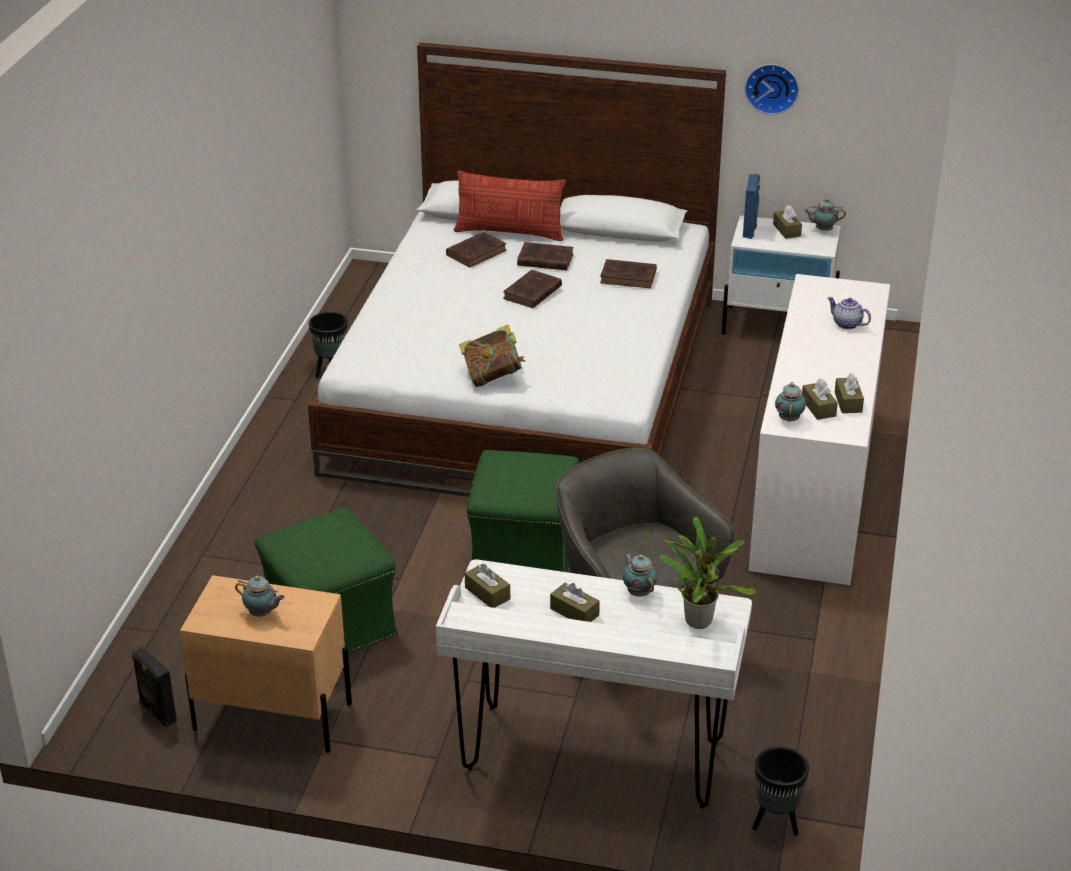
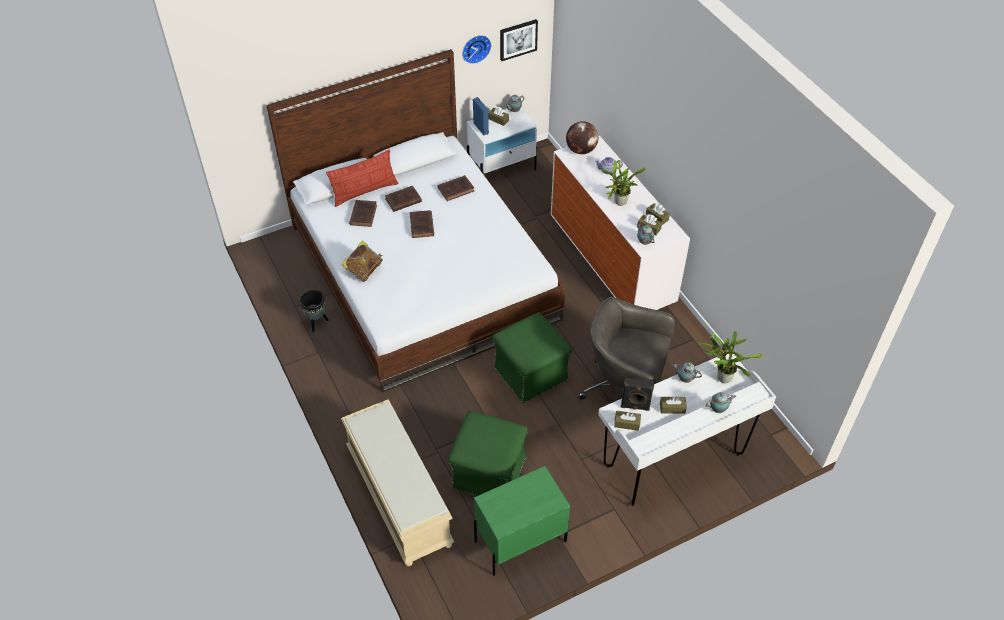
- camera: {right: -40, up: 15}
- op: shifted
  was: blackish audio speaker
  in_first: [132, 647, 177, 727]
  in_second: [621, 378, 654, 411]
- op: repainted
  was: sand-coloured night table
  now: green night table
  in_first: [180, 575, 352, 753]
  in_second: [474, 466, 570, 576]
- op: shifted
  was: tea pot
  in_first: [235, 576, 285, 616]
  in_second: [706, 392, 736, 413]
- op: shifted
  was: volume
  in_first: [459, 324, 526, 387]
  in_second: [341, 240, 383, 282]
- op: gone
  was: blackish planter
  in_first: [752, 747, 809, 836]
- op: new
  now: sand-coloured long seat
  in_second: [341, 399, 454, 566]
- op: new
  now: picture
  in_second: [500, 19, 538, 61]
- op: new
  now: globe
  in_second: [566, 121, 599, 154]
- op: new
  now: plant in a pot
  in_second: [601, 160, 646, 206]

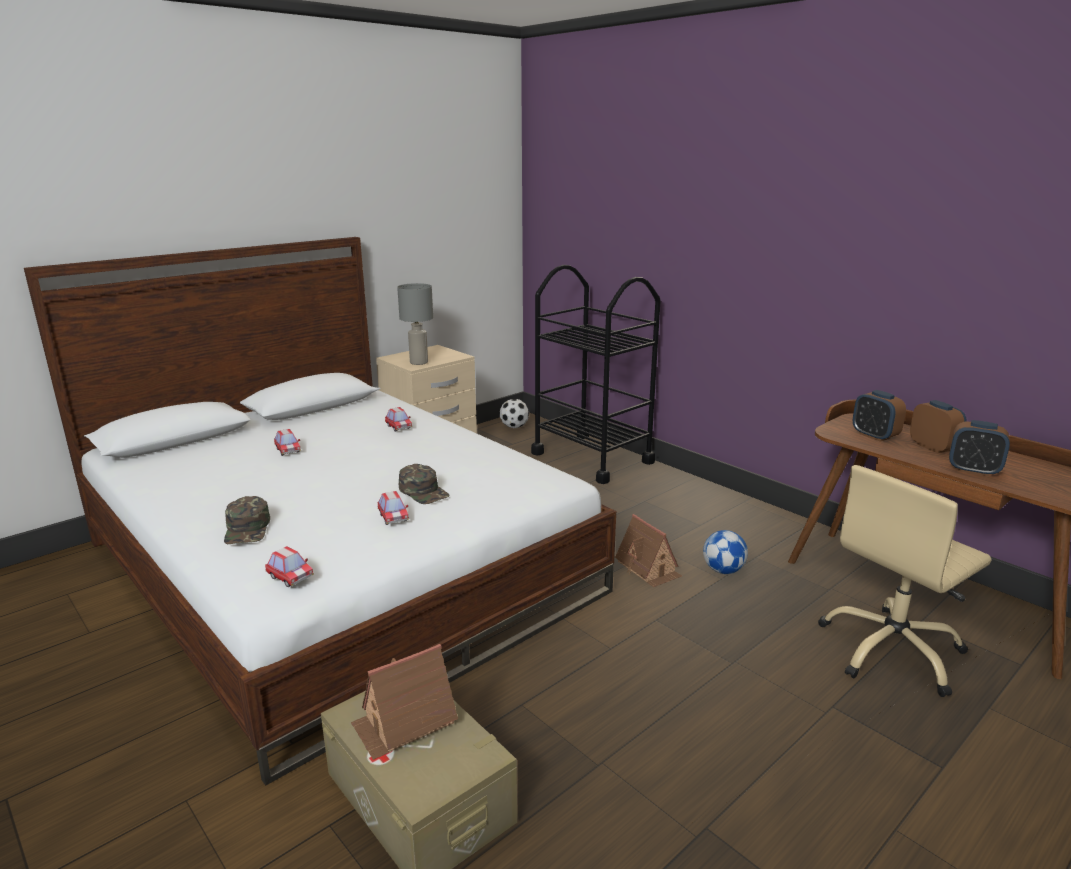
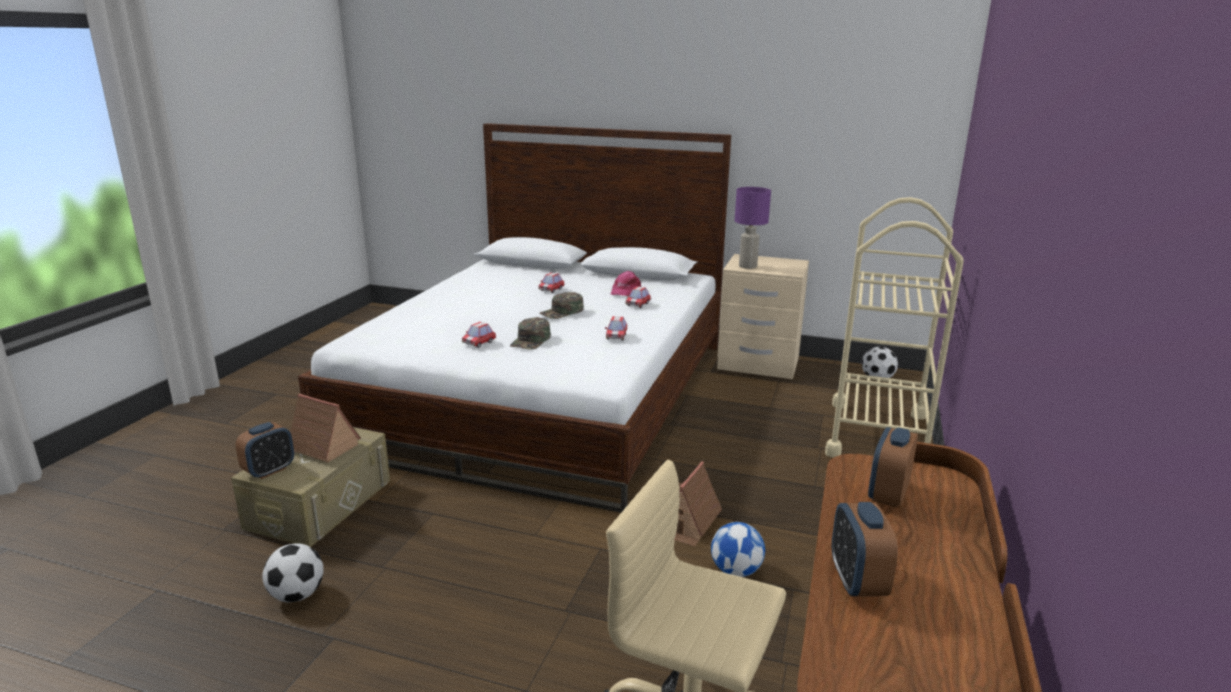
- camera: {right: 60, up: 0}
- op: shifted
  was: green baseball cap
  in_first: [224, 496, 270, 544]
  in_second: [539, 292, 584, 319]
- op: shifted
  was: miniature car
  in_first: [265, 546, 314, 587]
  in_second: [605, 316, 627, 340]
- op: repainted
  was: greyish table lamp
  now: purple table lamp
  in_first: [397, 283, 433, 365]
  in_second: [735, 187, 771, 269]
- op: repainted
  was: blackish wheeled cart
  now: sand-coloured wheeled cart
  in_first: [531, 265, 661, 484]
  in_second: [825, 197, 964, 458]
- op: shifted
  was: table clock
  in_first: [910, 400, 967, 453]
  in_second: [235, 422, 294, 479]
- op: new
  now: football
  in_second: [262, 543, 324, 602]
- op: new
  now: pink baseball cap
  in_second: [611, 271, 641, 296]

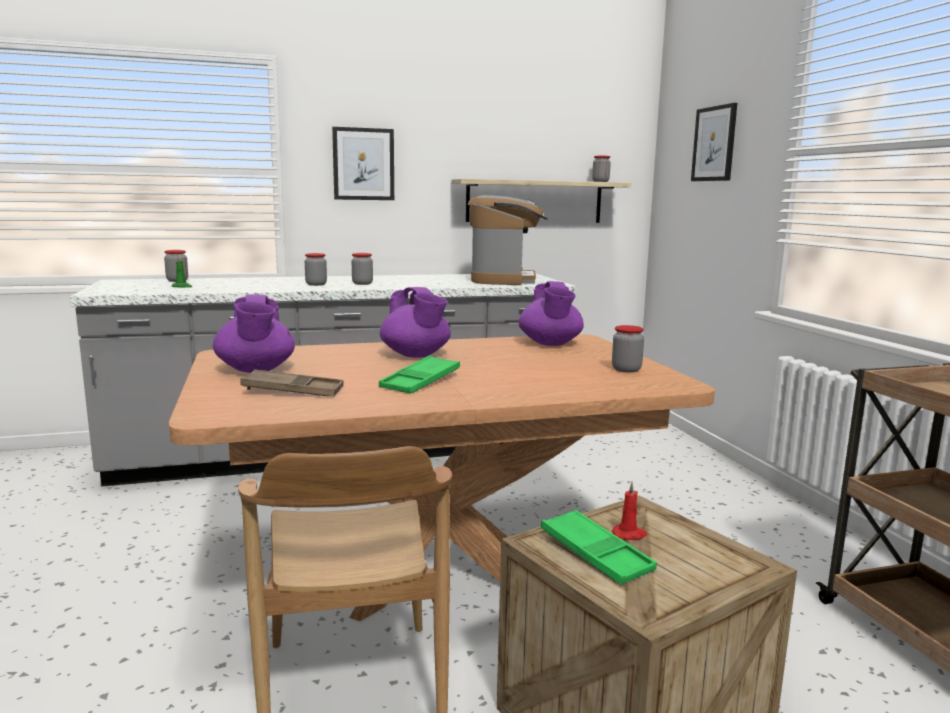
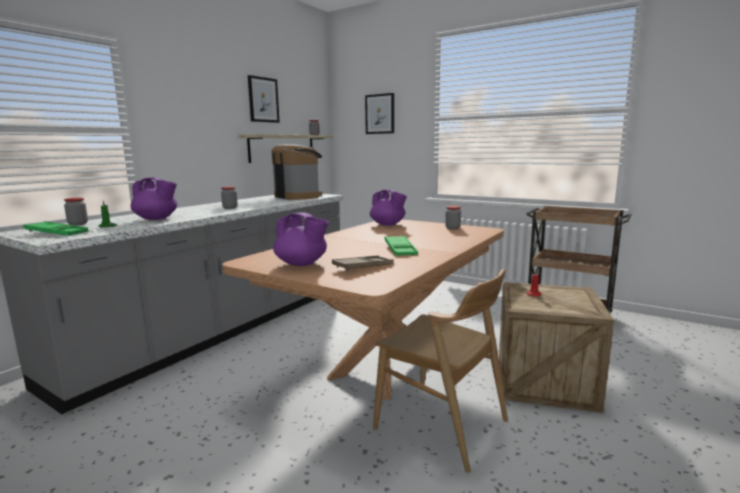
- camera: {right: -40, up: 0}
- op: gone
  was: storage jar
  in_first: [305, 253, 327, 286]
- op: shifted
  was: picture
  in_first: [332, 127, 394, 200]
  in_second: [248, 75, 280, 123]
- op: shifted
  was: purple tea pot
  in_first: [380, 287, 451, 358]
  in_second: [130, 178, 177, 220]
- op: shifted
  was: green carrying tray
  in_first: [541, 510, 657, 585]
  in_second: [23, 221, 88, 236]

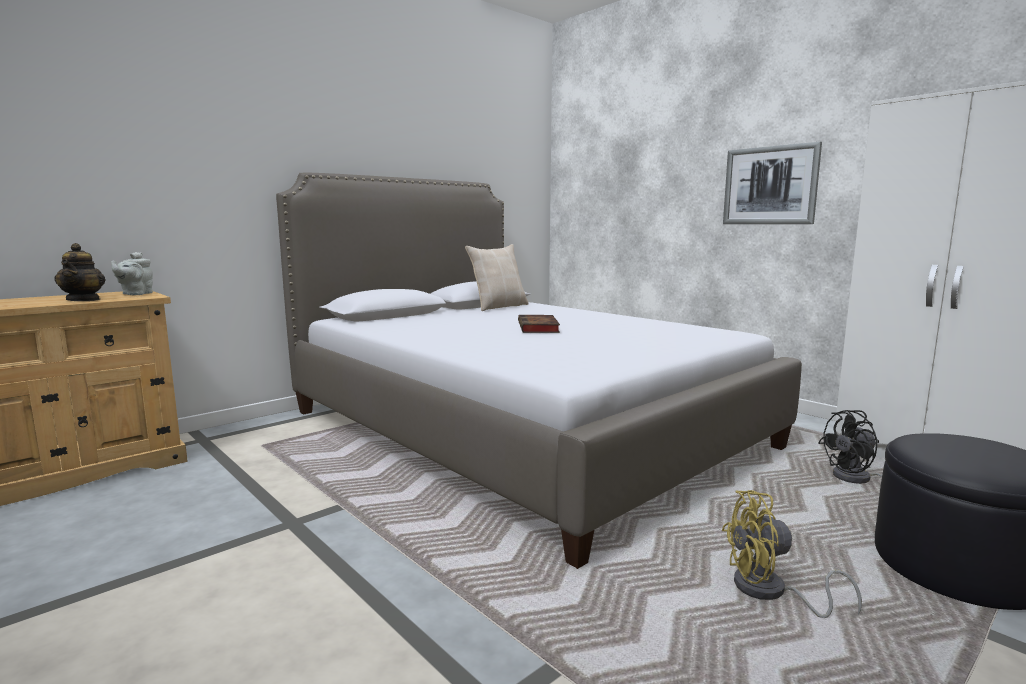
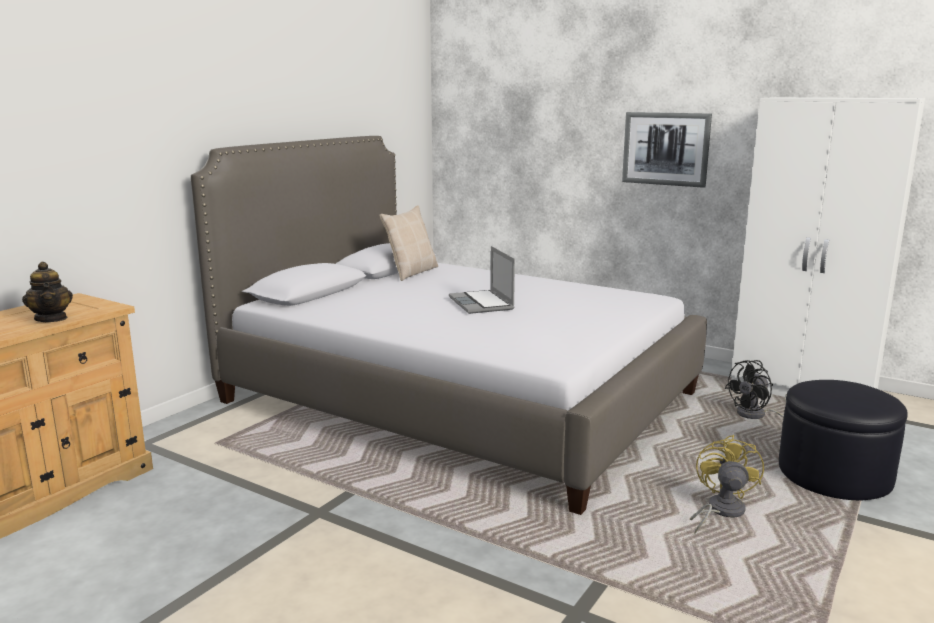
- camera: {right: -15, up: 5}
- op: gone
  was: greyish tea pot
  in_first: [111, 252, 153, 295]
- op: swapped
  was: volume
  now: portable computer
  in_first: [518, 315, 560, 333]
  in_second: [449, 246, 515, 314]
- op: rotated
  was: yellow cooling fan
  in_first: [722, 490, 862, 618]
  in_second: [690, 435, 764, 534]
  clockwise: 120

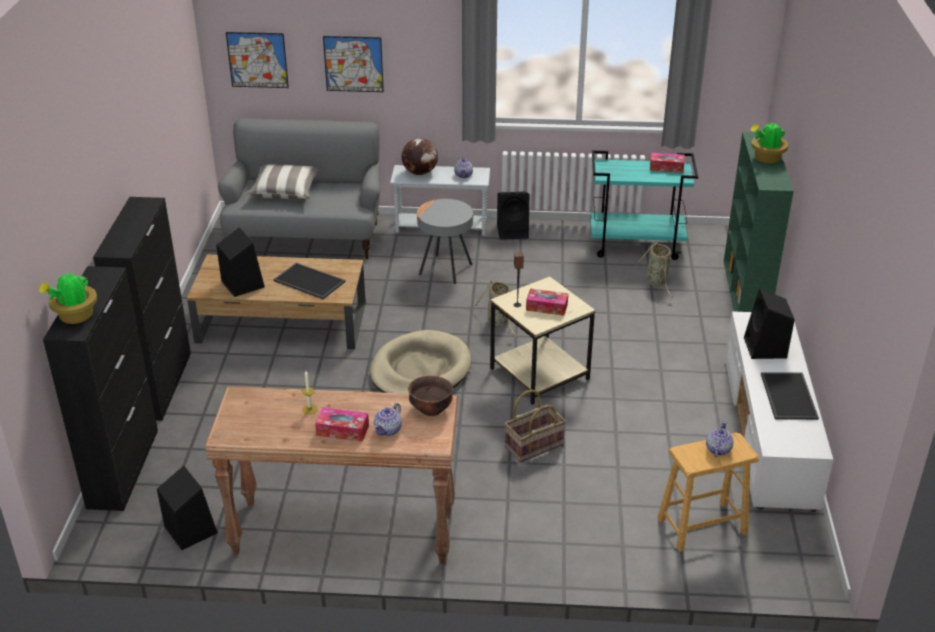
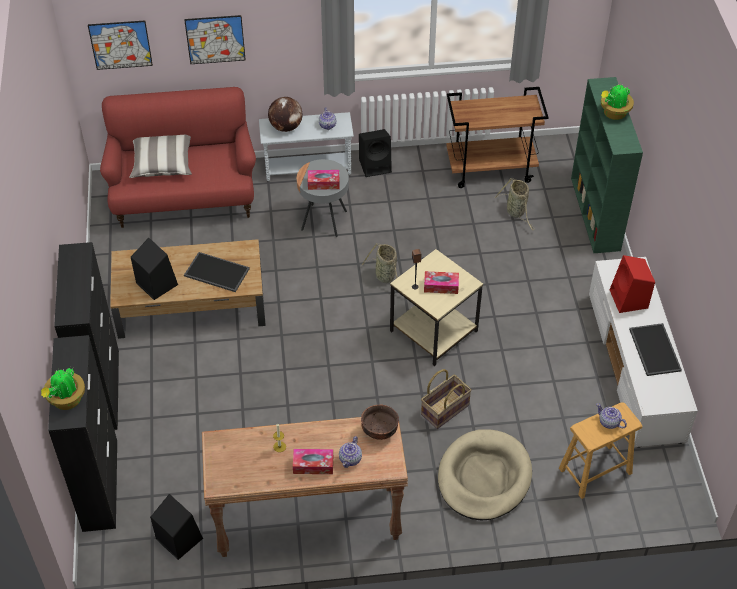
- camera: {right: -10, up: 15}
- op: repainted
  was: greyish couch
  now: red couch
  in_first: [218, 119, 380, 260]
  in_second: [100, 87, 256, 228]
- op: shifted
  was: sand-coloured pet bed
  in_first: [370, 330, 471, 394]
  in_second: [438, 429, 532, 520]
- op: repainted
  was: turquoise wheeled cart
  now: brown-coloured wheeled cart
  in_first: [590, 150, 698, 260]
  in_second: [446, 87, 549, 188]
- op: shifted
  was: tissue holder
  in_first: [650, 152, 684, 173]
  in_second: [308, 170, 340, 190]
- op: rotated
  was: tea pot
  in_first: [706, 421, 733, 457]
  in_second: [596, 403, 627, 429]
  clockwise: -60
- op: repainted
  was: blackish audio speaker
  now: red audio speaker
  in_first: [744, 288, 795, 359]
  in_second: [610, 255, 655, 313]

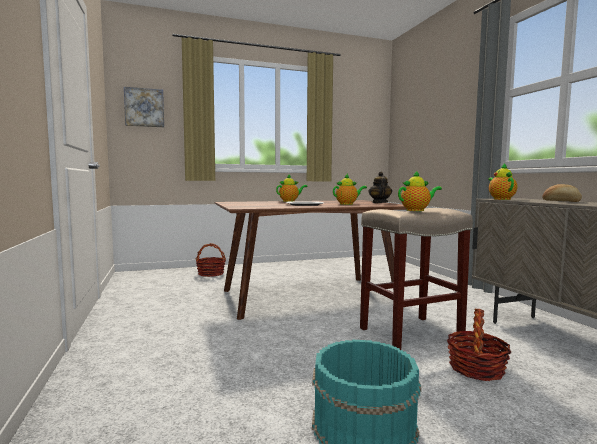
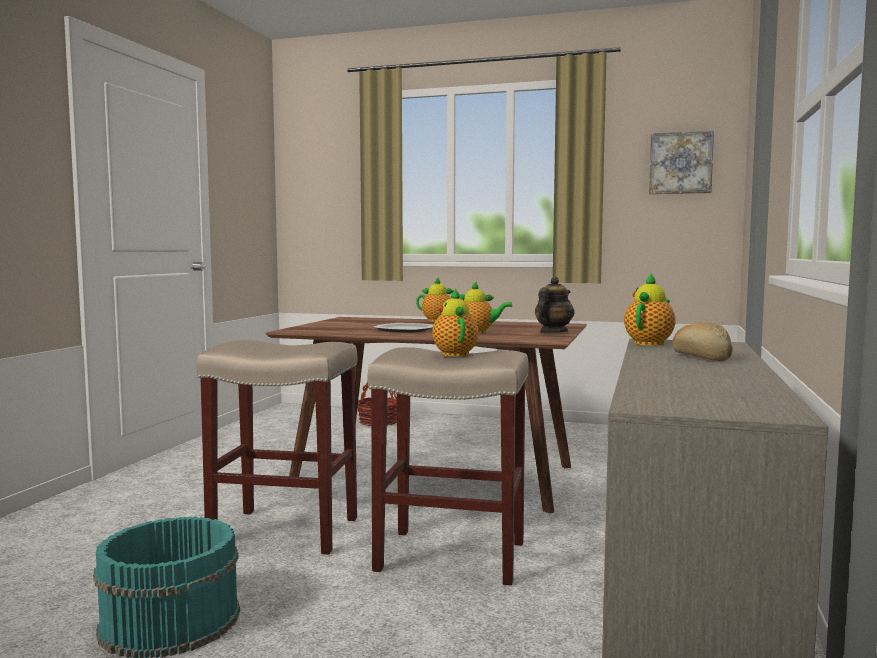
- camera: {right: 35, up: 0}
- op: shifted
  was: picture
  in_first: [124, 87, 164, 127]
  in_second: [649, 131, 714, 194]
- op: rotated
  was: tea pot
  in_first: [398, 170, 442, 211]
  in_second: [432, 288, 479, 357]
  clockwise: -120
- op: gone
  was: household basket
  in_first: [447, 309, 511, 381]
- op: new
  now: sand-coloured stool
  in_second: [197, 340, 357, 555]

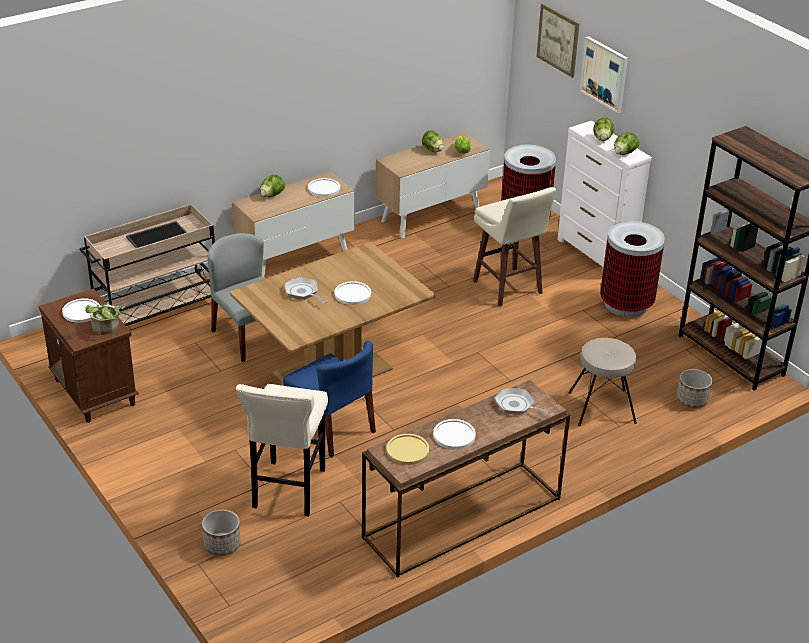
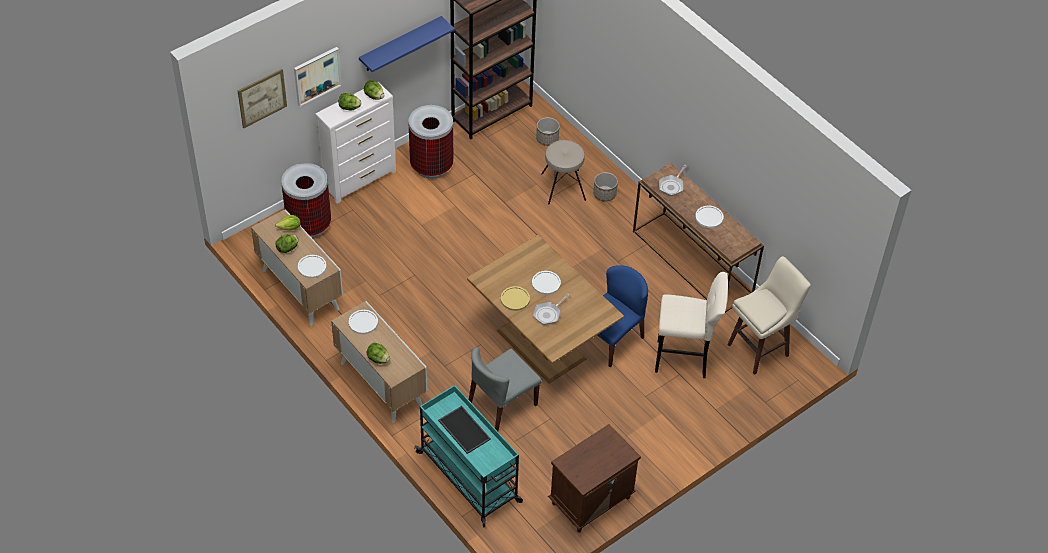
- camera: {right: -95, up: 15}
- op: shifted
  was: white dinner plate
  in_first: [62, 298, 100, 323]
  in_second: [298, 255, 327, 278]
- op: repainted
  was: sand-coloured wheeled cart
  now: turquoise wheeled cart
  in_first: [79, 204, 215, 326]
  in_second: [414, 385, 523, 528]
- op: gone
  was: plant in a pot
  in_first: [85, 303, 125, 335]
- op: shifted
  was: planter
  in_first: [202, 510, 241, 556]
  in_second: [593, 172, 618, 202]
- op: shifted
  was: yellow dinner plate
  in_first: [386, 434, 429, 465]
  in_second: [501, 286, 530, 311]
- op: shifted
  was: sand-coloured stool
  in_first: [473, 187, 556, 306]
  in_second: [727, 256, 811, 375]
- op: new
  now: bluish shelf
  in_second: [359, 16, 455, 72]

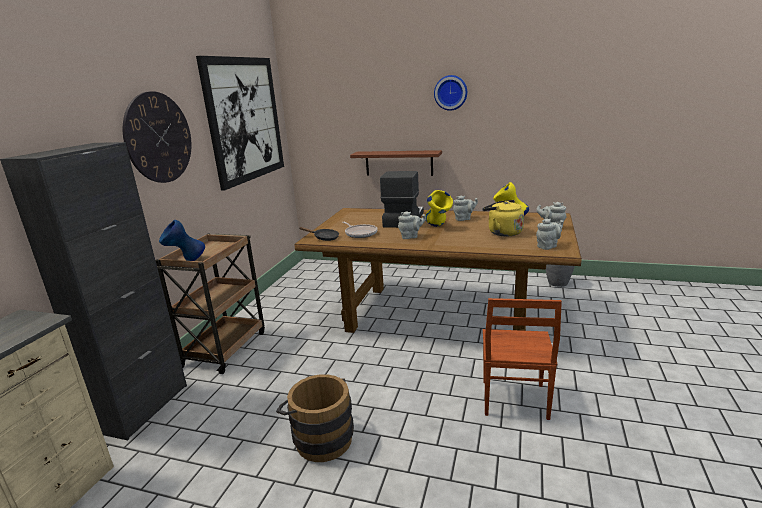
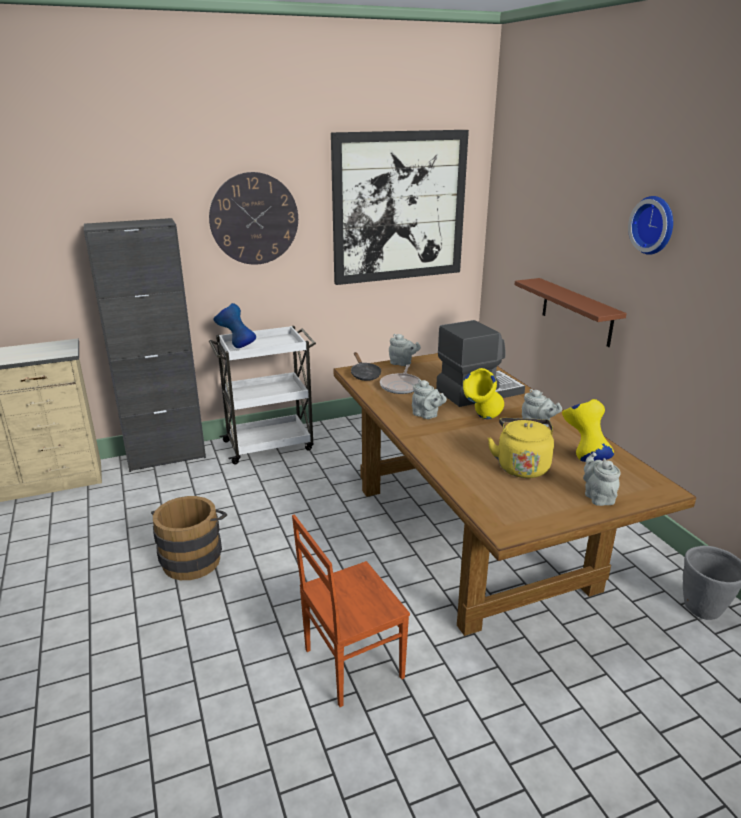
- camera: {right: 50, up: 5}
- op: repainted
  was: brown-coloured wheeled cart
  now: white wheeled cart
  in_first: [155, 234, 265, 374]
  in_second: [209, 326, 316, 464]
- op: shifted
  was: greyish tea pot
  in_first: [536, 218, 563, 250]
  in_second: [389, 334, 421, 366]

